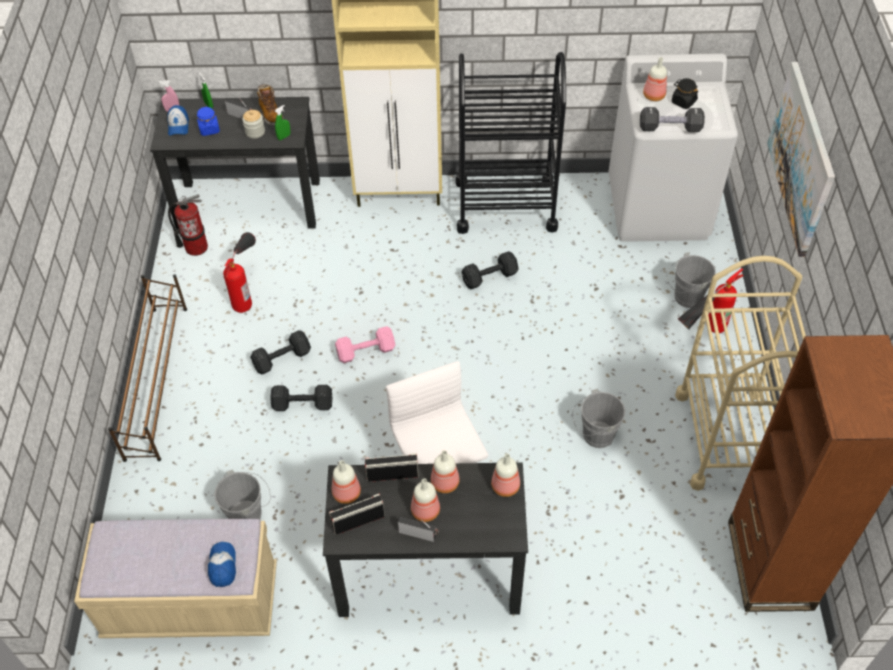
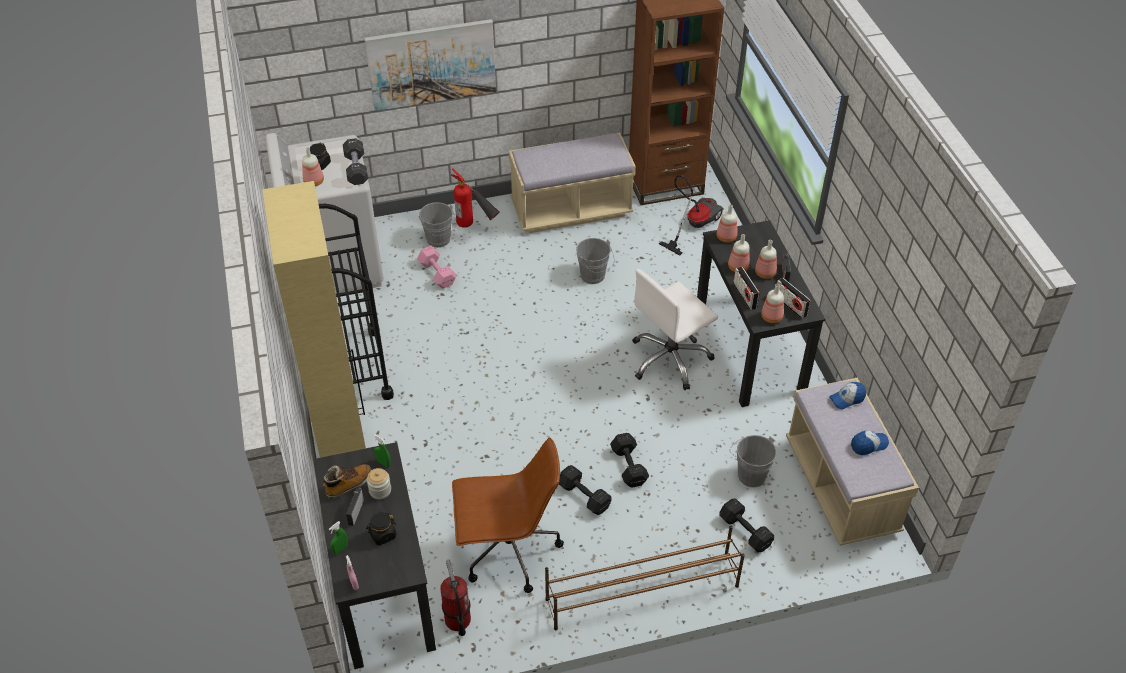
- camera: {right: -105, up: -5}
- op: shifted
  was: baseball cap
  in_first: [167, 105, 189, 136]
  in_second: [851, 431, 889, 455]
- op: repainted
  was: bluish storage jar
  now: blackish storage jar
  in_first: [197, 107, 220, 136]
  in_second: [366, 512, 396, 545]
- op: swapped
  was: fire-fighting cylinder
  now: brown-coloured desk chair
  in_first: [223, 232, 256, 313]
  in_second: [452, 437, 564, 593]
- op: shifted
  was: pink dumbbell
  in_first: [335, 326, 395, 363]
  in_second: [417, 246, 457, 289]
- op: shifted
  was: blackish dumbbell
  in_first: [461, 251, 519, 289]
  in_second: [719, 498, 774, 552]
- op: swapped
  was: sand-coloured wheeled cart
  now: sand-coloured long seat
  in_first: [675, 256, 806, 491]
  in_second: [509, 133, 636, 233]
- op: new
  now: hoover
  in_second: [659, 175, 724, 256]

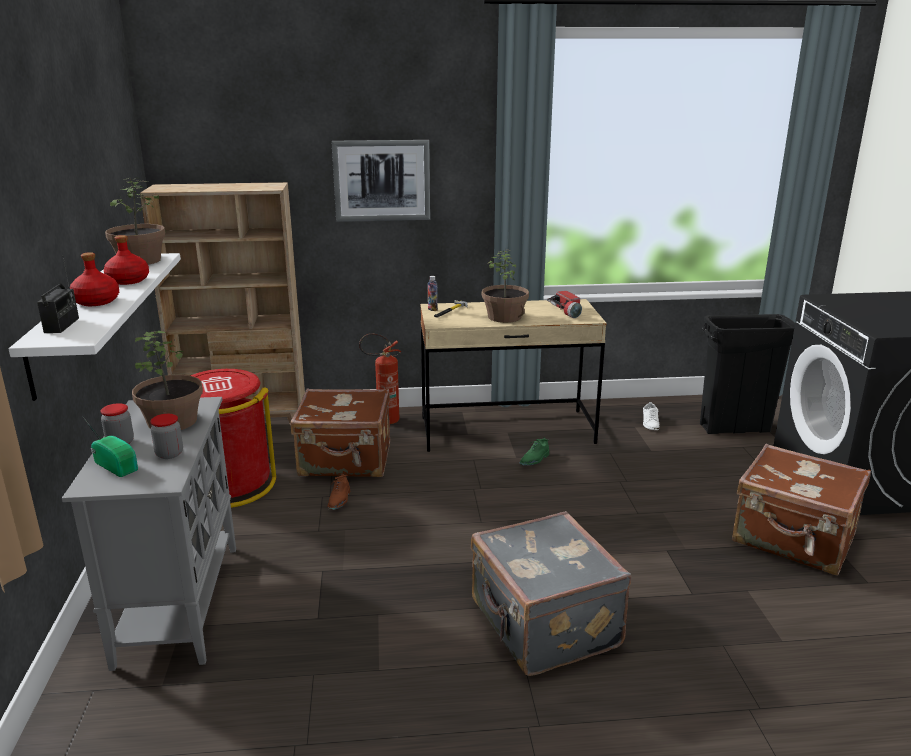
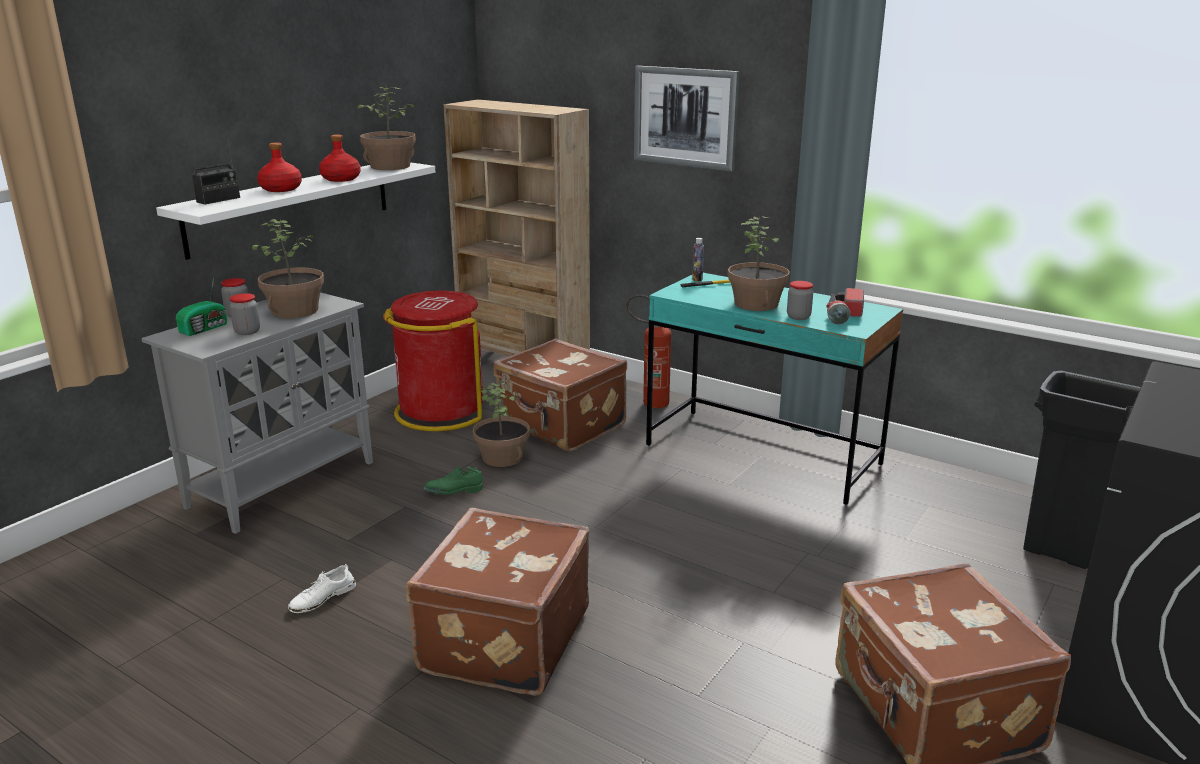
- camera: {right: 40, up: 0}
- op: rotated
  was: radio
  in_first: [83, 417, 138, 477]
  in_second: [176, 277, 227, 336]
  clockwise: 45
- op: swapped
  was: brown-coloured shoe
  now: plant in a pot
  in_first: [328, 473, 350, 510]
  in_second: [473, 381, 530, 467]
- op: repainted
  was: sand-coloured desk unit
  now: turquoise desk unit
  in_first: [420, 299, 607, 452]
  in_second: [646, 273, 903, 505]
- op: repainted
  was: greyish suitcase
  now: brown-coloured suitcase
  in_first: [471, 511, 631, 676]
  in_second: [406, 508, 589, 696]
- op: shifted
  was: green shoe
  in_first: [520, 437, 549, 466]
  in_second: [424, 466, 483, 495]
- op: shifted
  was: white shoe
  in_first: [643, 402, 660, 430]
  in_second: [288, 564, 356, 613]
- op: new
  now: storage jar
  in_second: [787, 281, 813, 320]

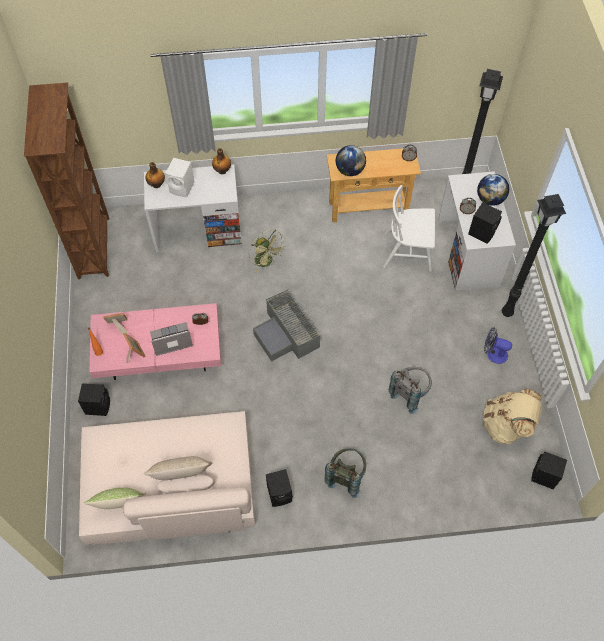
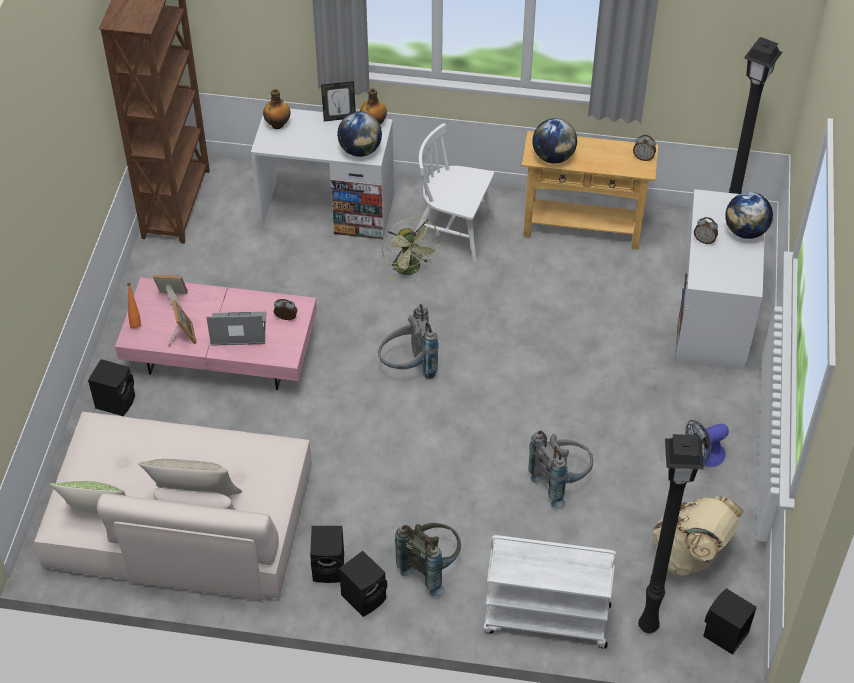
- camera: {right: 15, up: -10}
- op: gone
  was: white audio speaker
  in_first: [166, 158, 194, 197]
- op: swapped
  was: greyish storage box
  now: greyish knapsack
  in_first: [253, 289, 320, 362]
  in_second: [378, 304, 439, 379]
- op: shifted
  was: white plain chair
  in_first: [383, 185, 435, 272]
  in_second: [415, 123, 496, 262]
- op: shifted
  was: blackish audio speaker
  in_first: [468, 202, 502, 244]
  in_second: [339, 551, 387, 617]
- op: rotated
  was: cooling fan
  in_first: [484, 327, 512, 364]
  in_second: [685, 420, 729, 467]
  clockwise: -60
- op: shifted
  was: blackish standing lamp
  in_first: [502, 194, 566, 317]
  in_second: [638, 434, 704, 633]
- op: new
  now: standing frame
  in_second: [321, 81, 356, 121]
- op: new
  now: globe
  in_second: [337, 112, 382, 157]
- op: new
  now: white wheeled cart
  in_second: [483, 535, 617, 648]

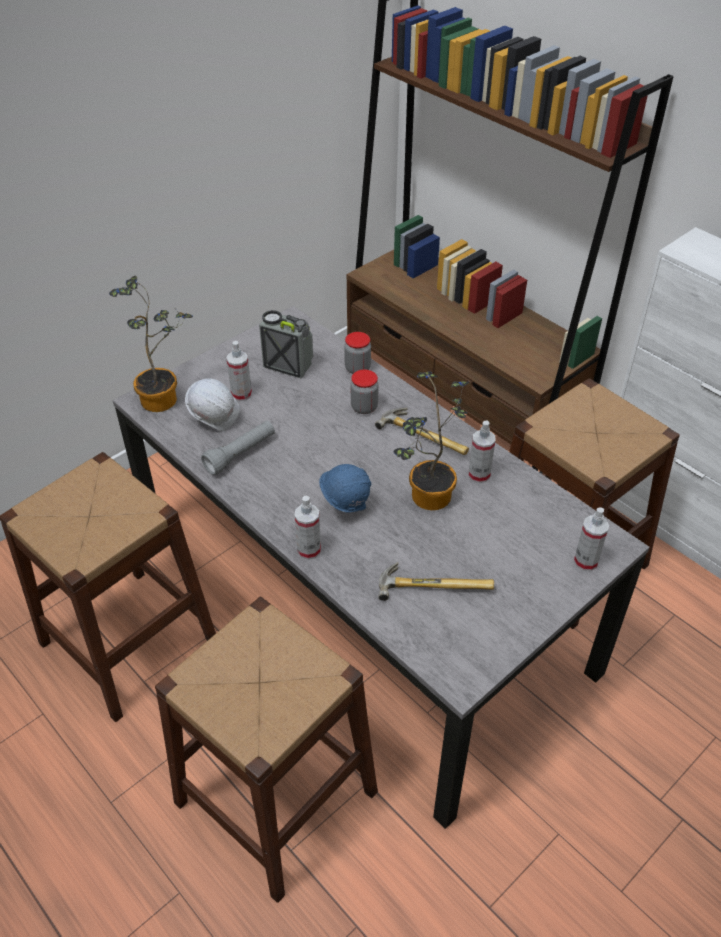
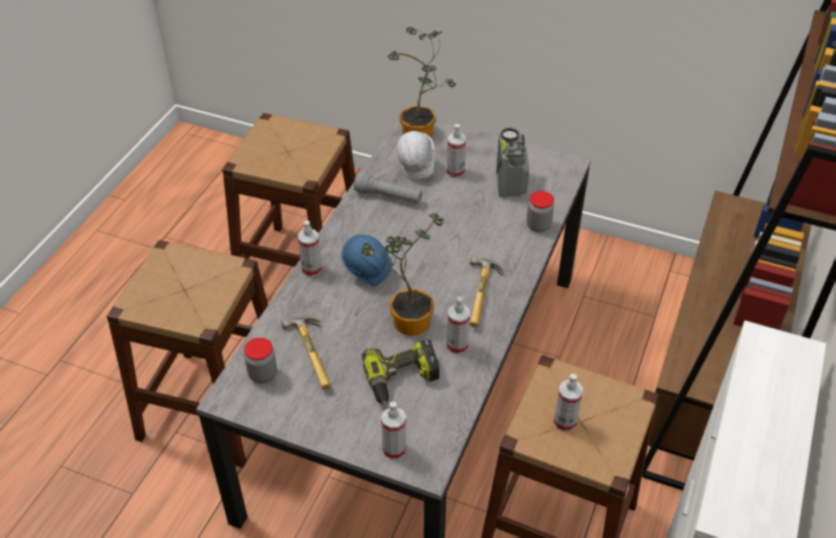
- camera: {right: 65, up: 0}
- op: shifted
  was: storage jar
  in_first: [351, 369, 379, 414]
  in_second: [244, 338, 277, 384]
- op: new
  now: power drill
  in_second: [362, 340, 440, 404]
- op: new
  now: spray bottle
  in_second: [554, 374, 583, 432]

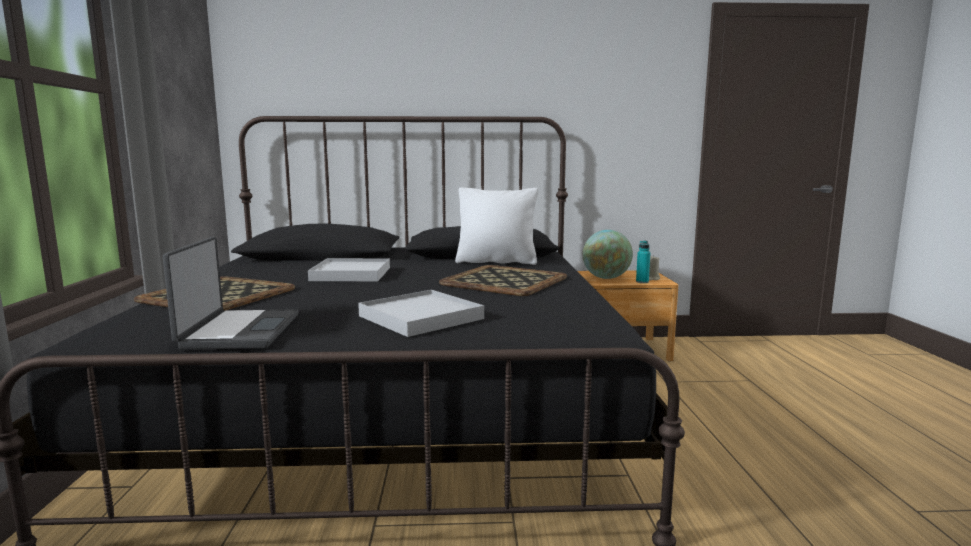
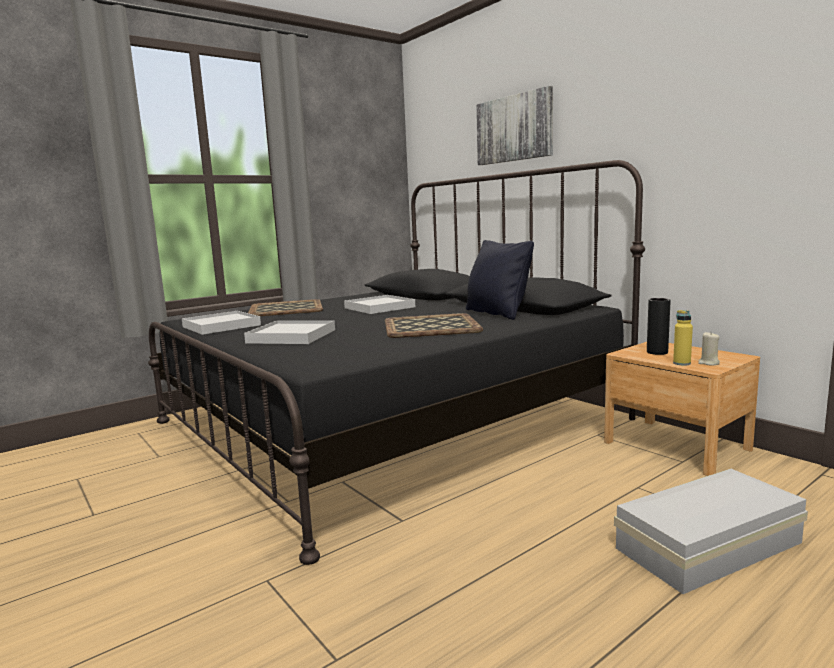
- camera: {right: 55, up: 0}
- op: swapped
  was: portable computer
  now: white carrying tray
  in_first: [163, 237, 299, 350]
  in_second: [182, 311, 261, 335]
- op: repainted
  was: white cushion
  now: blackish cushion
  in_first: [455, 187, 538, 265]
  in_second: [466, 240, 534, 320]
- op: swapped
  was: globe
  now: blackish flower vase
  in_first: [583, 230, 633, 279]
  in_second: [647, 298, 671, 355]
- op: repainted
  was: turquoise beverage bottle
  now: yellow beverage bottle
  in_first: [636, 241, 650, 283]
  in_second: [673, 310, 693, 366]
- op: new
  now: picture
  in_second: [476, 86, 553, 165]
- op: new
  now: white storage box
  in_second: [614, 469, 808, 594]

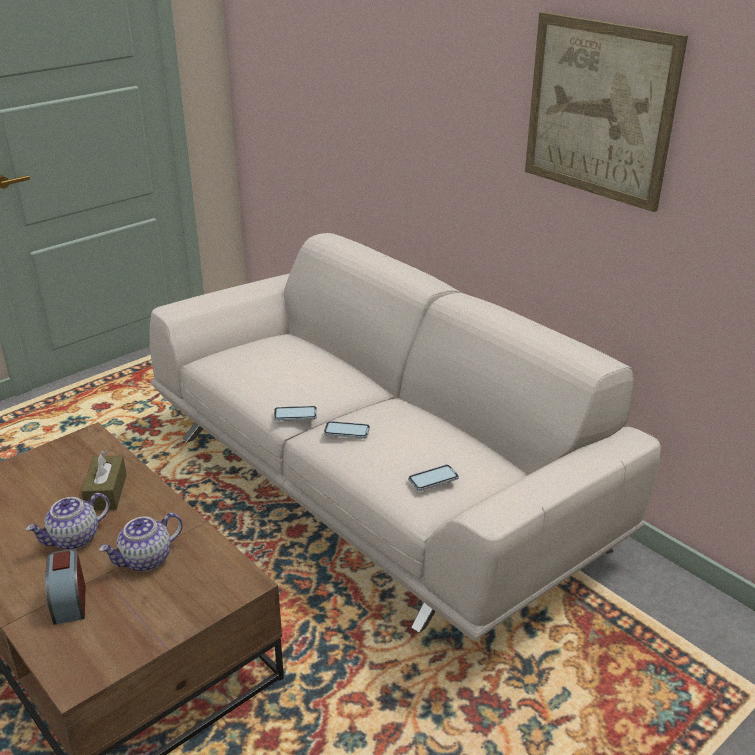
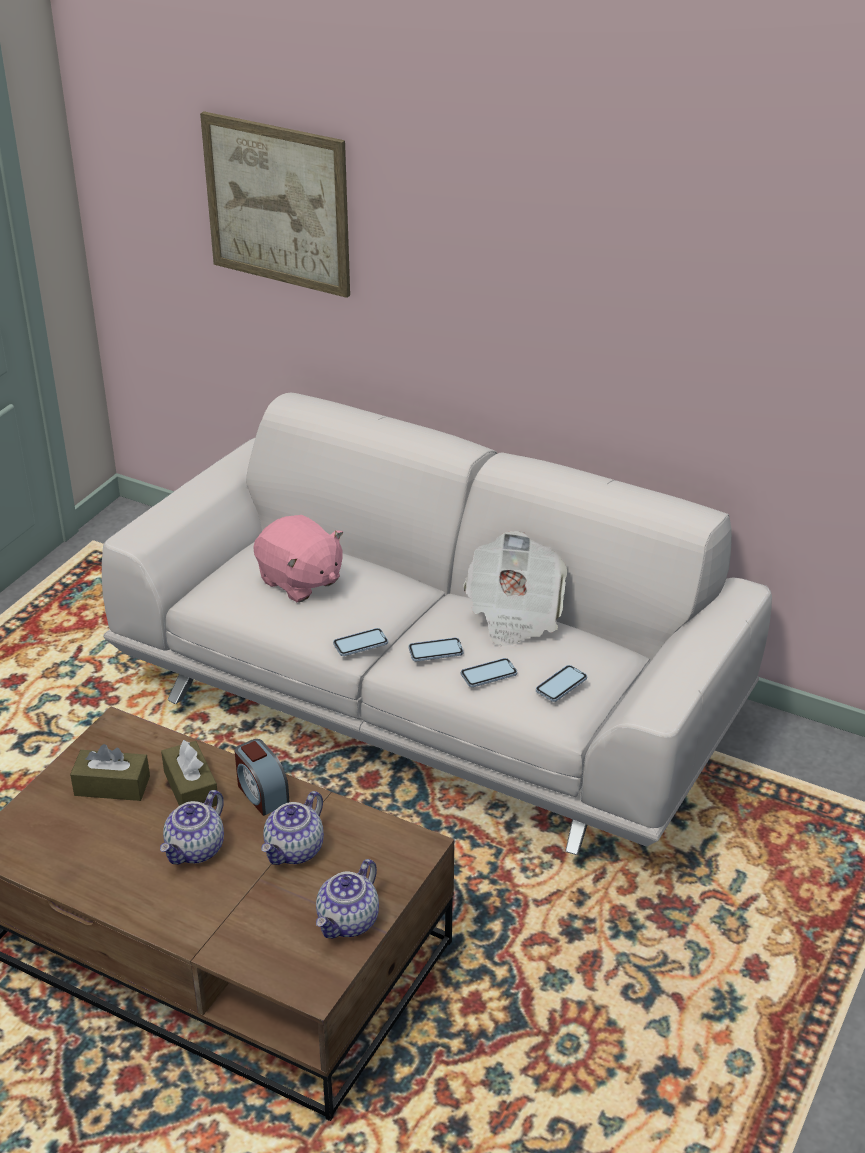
- camera: {right: -20, up: 5}
- op: shifted
  was: table clock
  in_first: [44, 549, 86, 625]
  in_second: [235, 739, 290, 816]
- op: shifted
  was: picture
  in_first: [525, 12, 688, 212]
  in_second: [200, 111, 350, 298]
- op: new
  now: brown-coloured tissue holder
  in_second: [70, 744, 150, 801]
- op: new
  now: pink cuddly toy
  in_second: [253, 515, 343, 602]
- op: new
  now: tea pot
  in_second: [316, 859, 379, 938]
- op: new
  now: telephone
  in_second: [461, 658, 517, 687]
- op: new
  now: printed paper
  in_second: [463, 531, 568, 646]

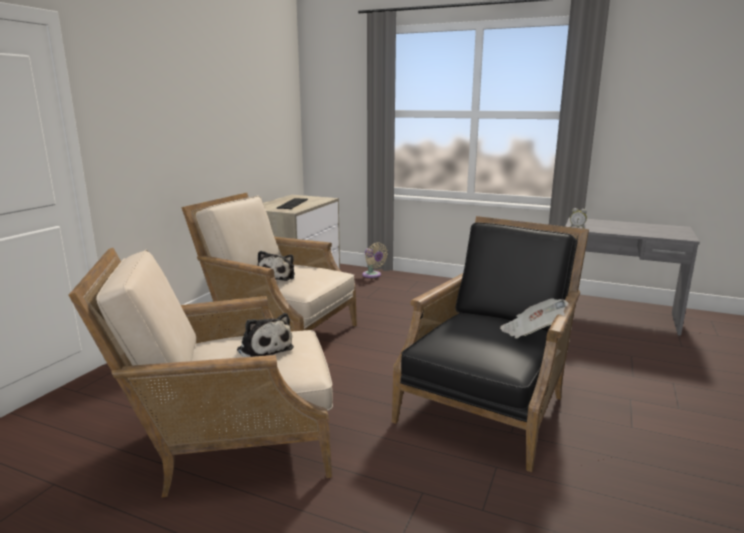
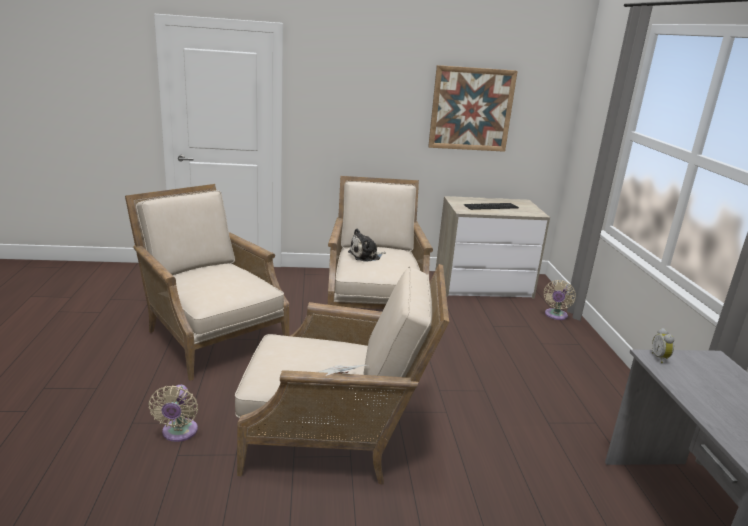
- camera: {right: 60, up: 5}
- op: gone
  was: cuddly toy
  in_first: [237, 313, 294, 357]
- op: repainted
  was: blackish easy chair
  now: sand-coloured easy chair
  in_first: [392, 216, 589, 472]
  in_second: [235, 264, 449, 485]
- op: new
  now: sand-coloured cooling fan
  in_second: [148, 385, 198, 442]
- op: new
  now: picture
  in_second: [428, 65, 517, 152]

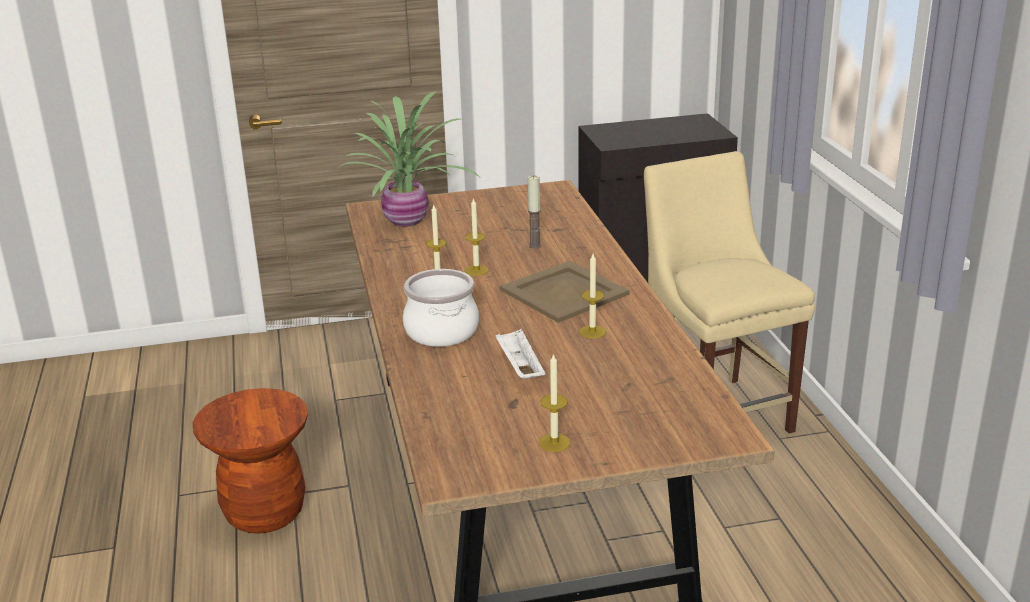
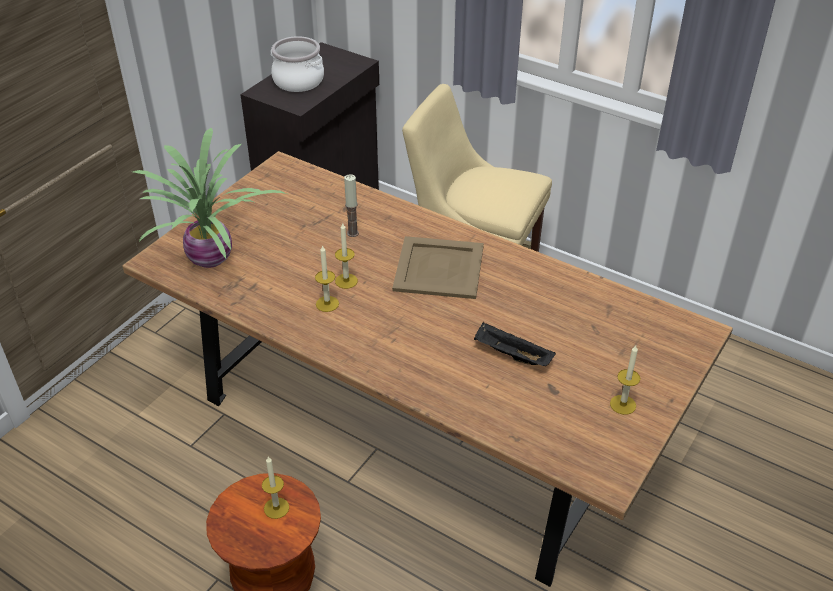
- camera: {right: -45, up: 15}
- op: shifted
  was: cooking pot
  in_first: [403, 269, 479, 347]
  in_second: [271, 36, 324, 92]
- op: repainted
  was: white carrying tray
  now: blackish carrying tray
  in_first: [495, 328, 545, 379]
  in_second: [474, 322, 556, 366]
- op: shifted
  was: candle
  in_first: [579, 254, 606, 339]
  in_second: [262, 457, 289, 519]

